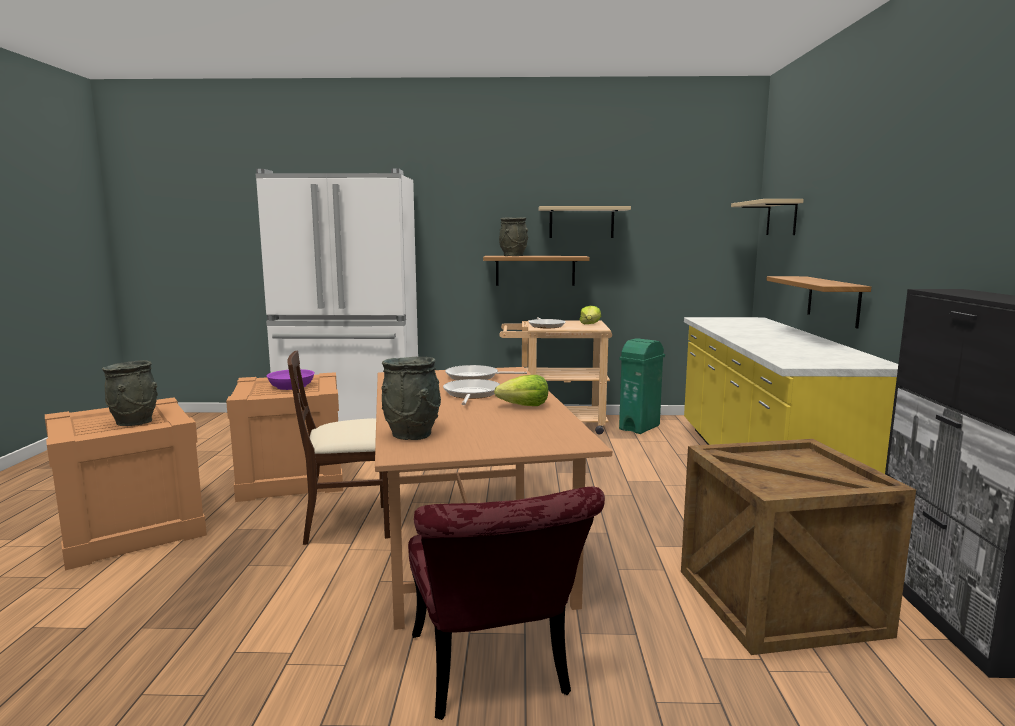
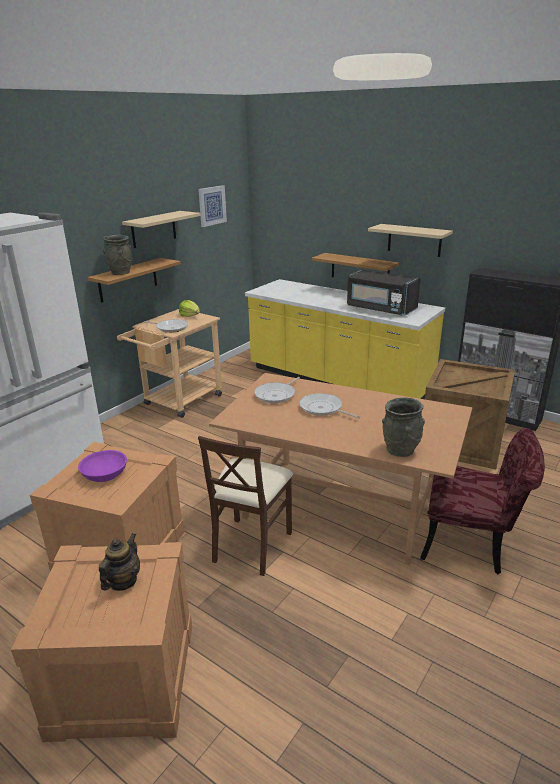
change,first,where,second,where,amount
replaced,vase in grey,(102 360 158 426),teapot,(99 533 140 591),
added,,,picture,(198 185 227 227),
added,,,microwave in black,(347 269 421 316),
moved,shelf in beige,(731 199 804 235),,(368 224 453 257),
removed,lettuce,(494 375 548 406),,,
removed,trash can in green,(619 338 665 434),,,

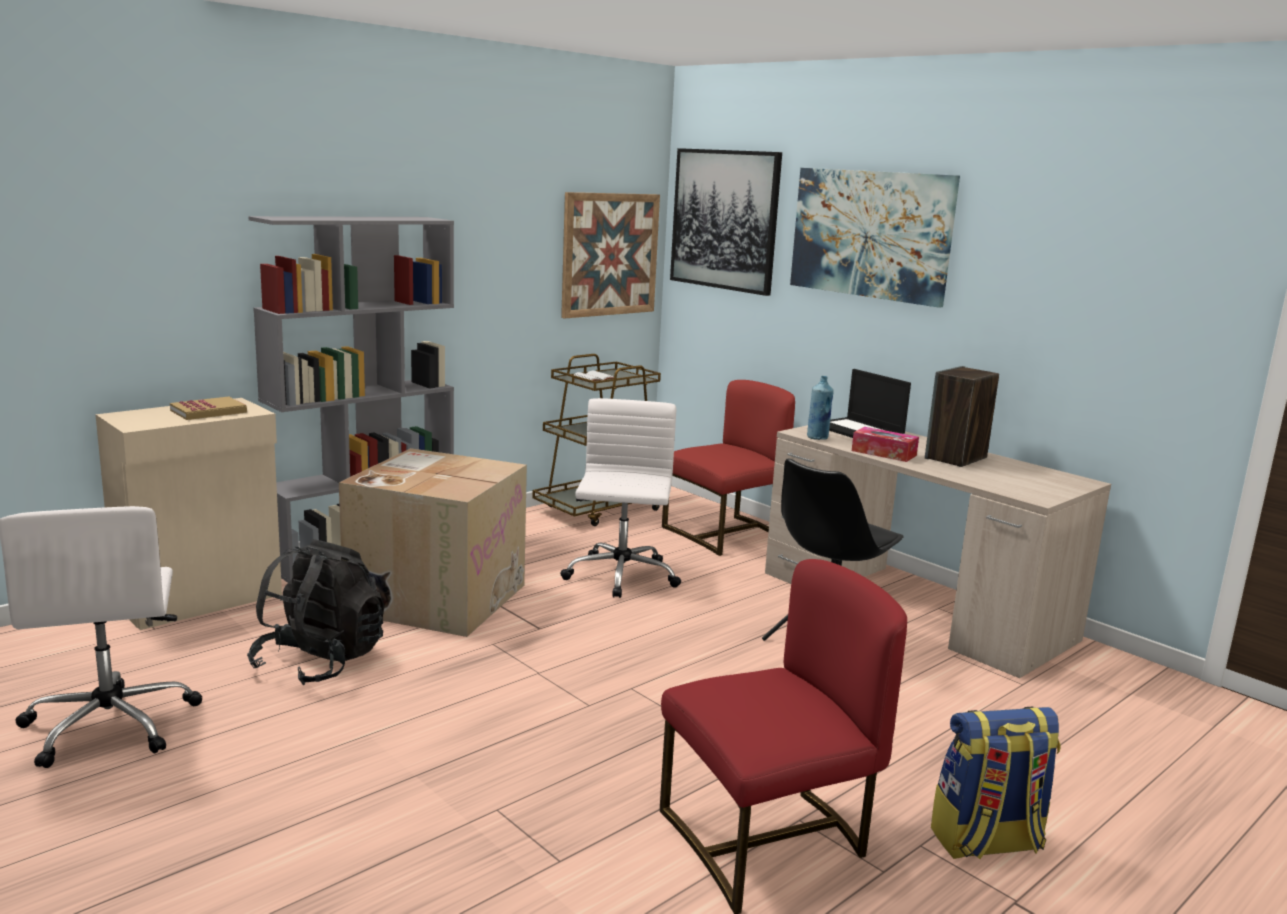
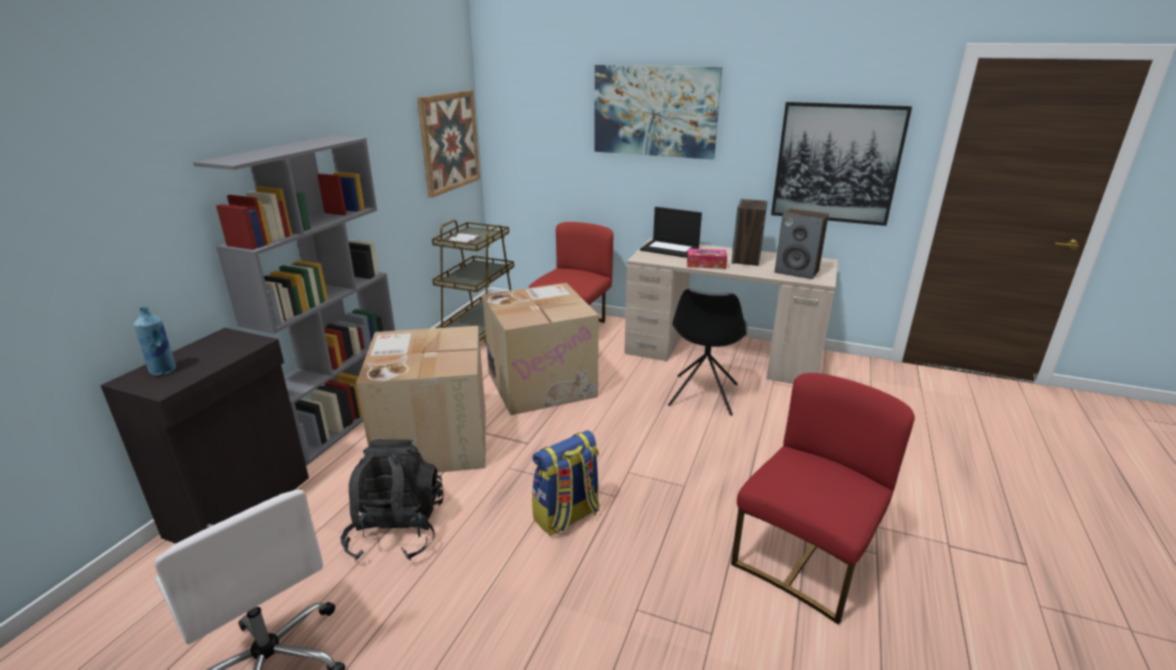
change,first,where,second,where,amount
recoloured,cabinet in beige,(95 398 282 630),cabinet in black,(100 328 309 544),
moved,bottle in blue,(807 376 834 440),,(134 307 176 376),
replaced,office chair in white,(560 398 681 598),cardboard box,(482 283 599 415),
moved,backpack,(931 707 1061 859),,(532 430 600 536),
moved,picture,(670 148 782 296),,(771 102 912 226),
added,,,speaker,(775 209 829 279),
removed,book,(170 397 247 420),,,

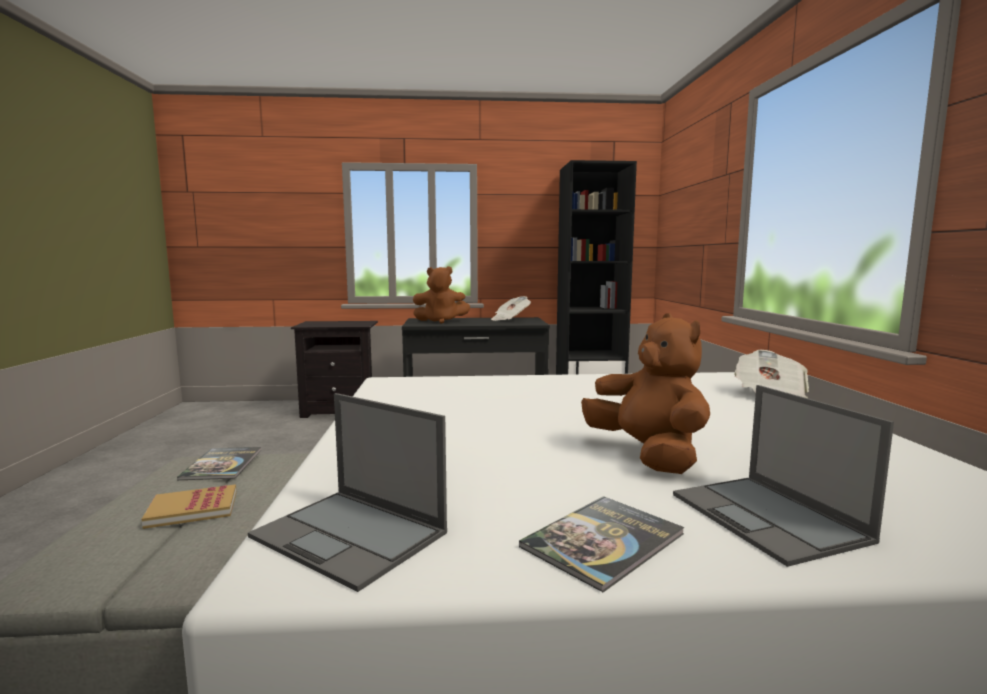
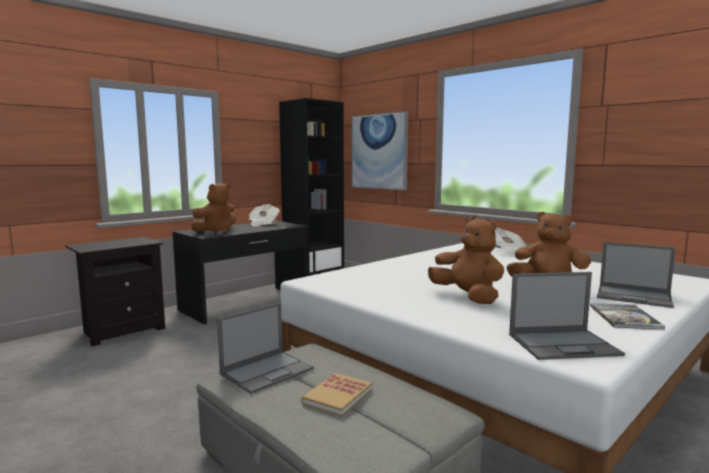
change,first,where,second,where,amount
replaced,book,(177 447 261 480),laptop,(217 302 314 394),
added,,,picture,(352 111 408 190),
added,,,plush toy in brown,(428 216 504 304),

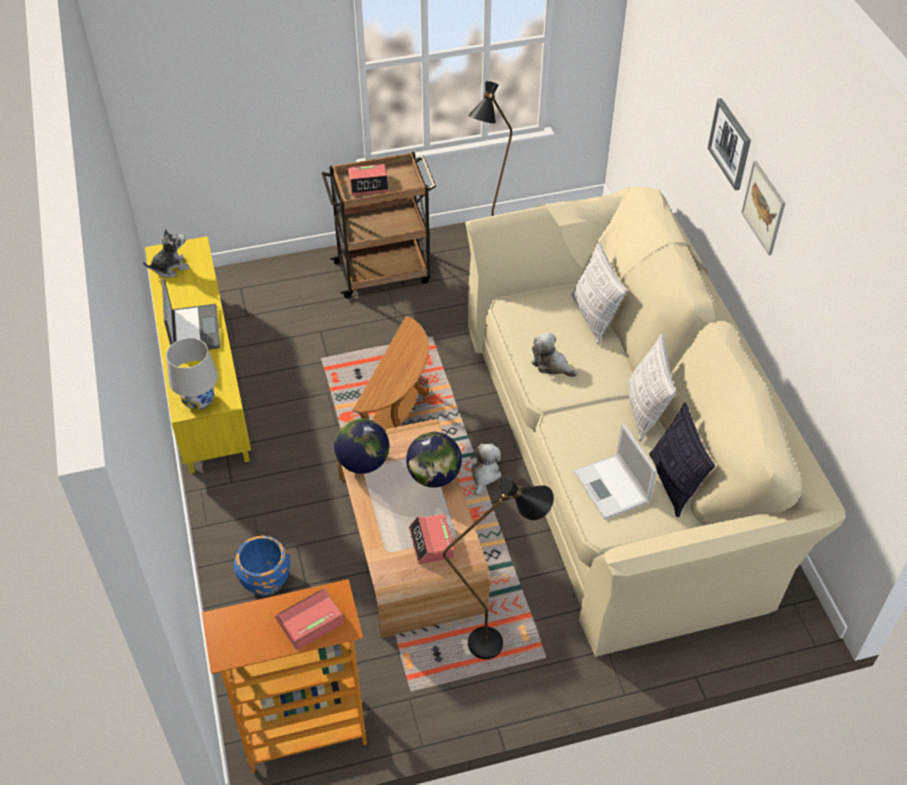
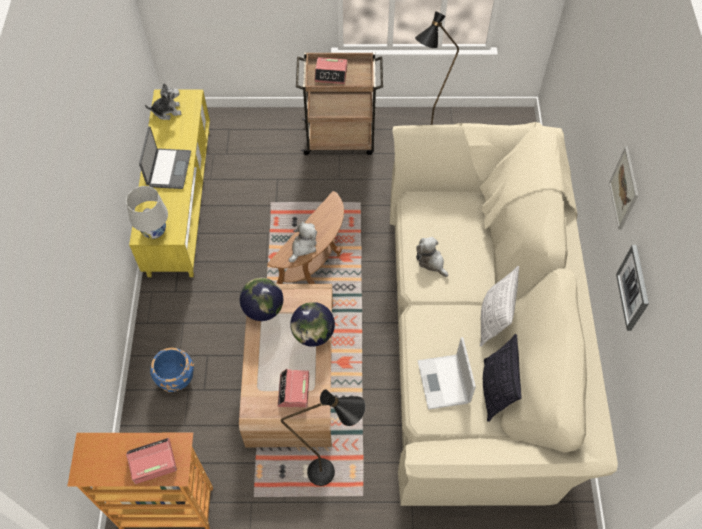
change,first,where,second,where,amount
moved,plush toy,(470 443 501 495),,(289 222 317 262),
moved,picture,(708 98 751 191),,(616 245 649 331),
removed,pillow,(571 242 627 344),,,

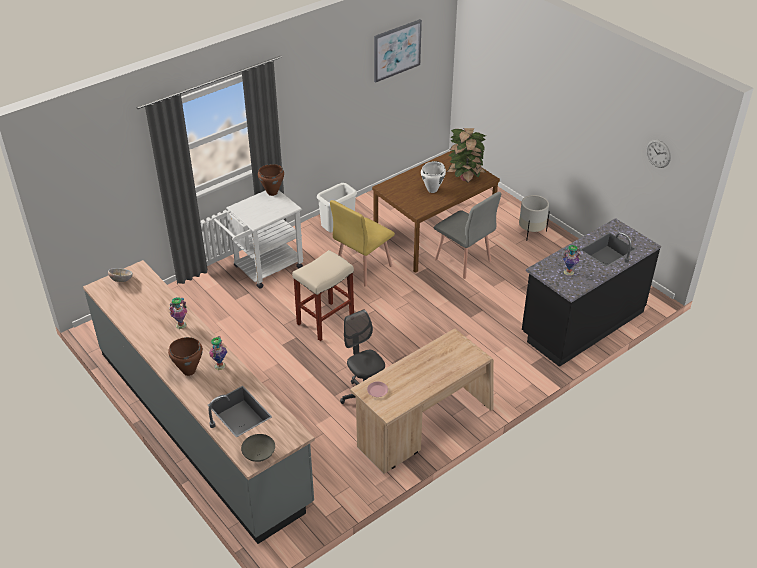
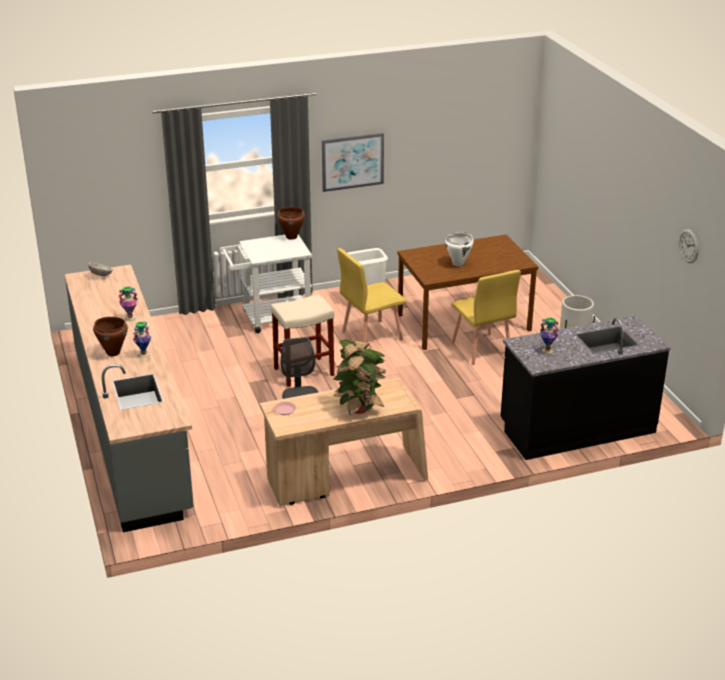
change,first,where,second,where,amount
moved,picture,(374 19 422 83),,(322 133 384 192),
moved,potted plant,(446 128 486 183),,(333 339 386 415),
recoloured,chair in grey,(434 192 501 279),chair in yellow,(451 270 521 365),
removed,bowl in grey,(241 434 275 462),,,

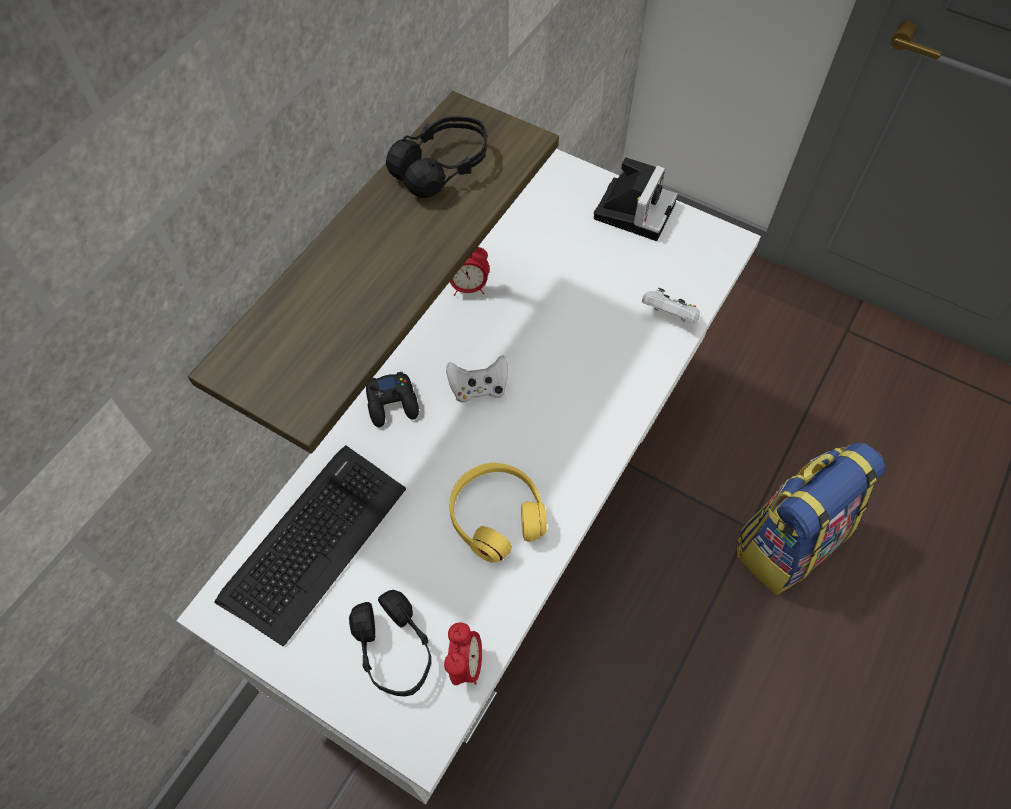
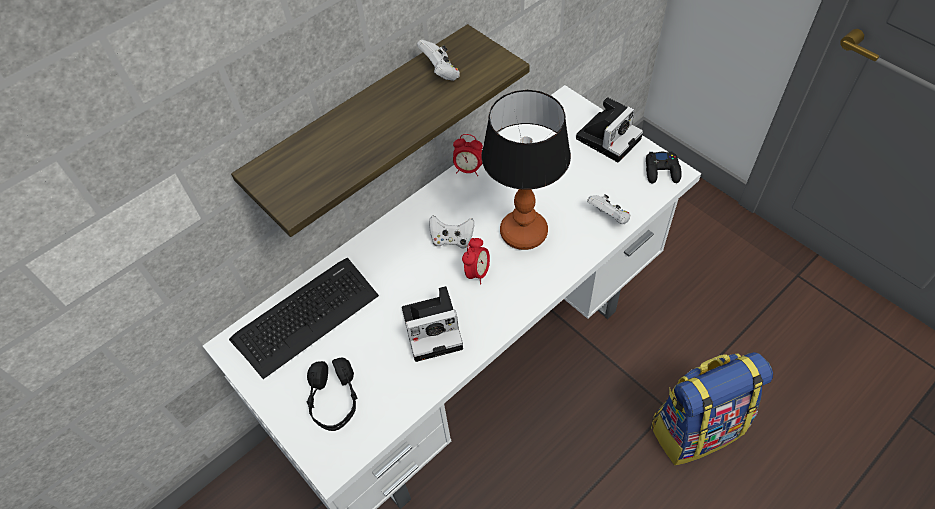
change,first,where,second,where,amount
replaced,headphones in yellow,(450 463 547 562),photo camera,(402 286 463 362),
replaced,headphones in black,(386 116 487 198),game controller in white,(417 40 460 81),
moved,alarm clock,(444 622 482 685),,(462 238 490 285),
added,,,table lamp,(481 90 571 250),
moved,game controller in black,(366 372 419 427),,(646 151 682 184),

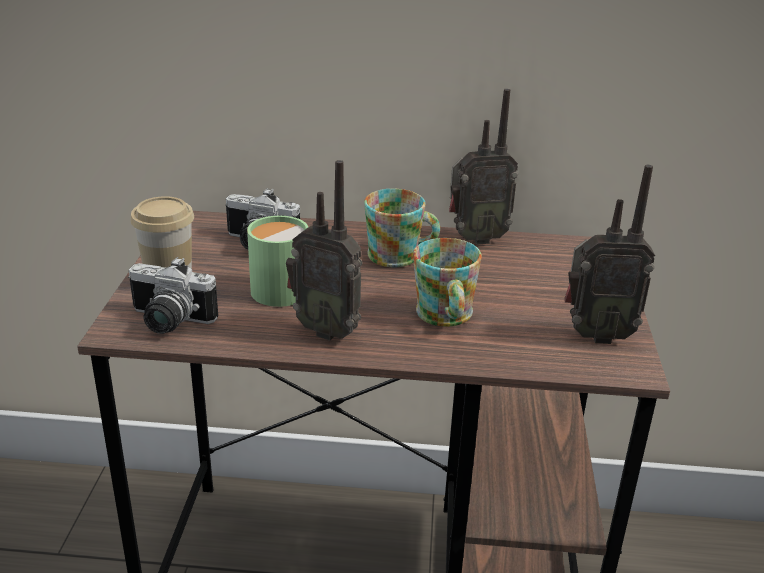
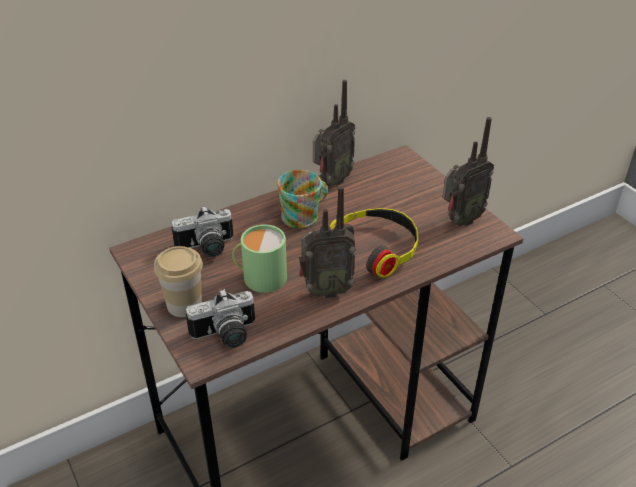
change,first,where,second,where,amount
replaced,mug,(413 238 482 327),headphones,(330 208 418 278),

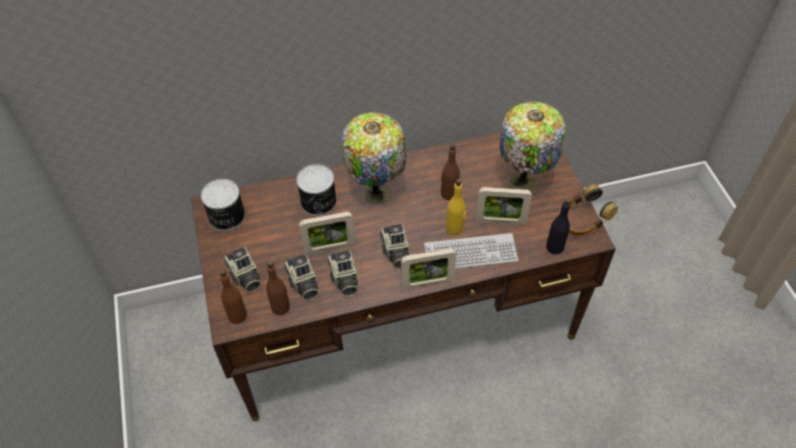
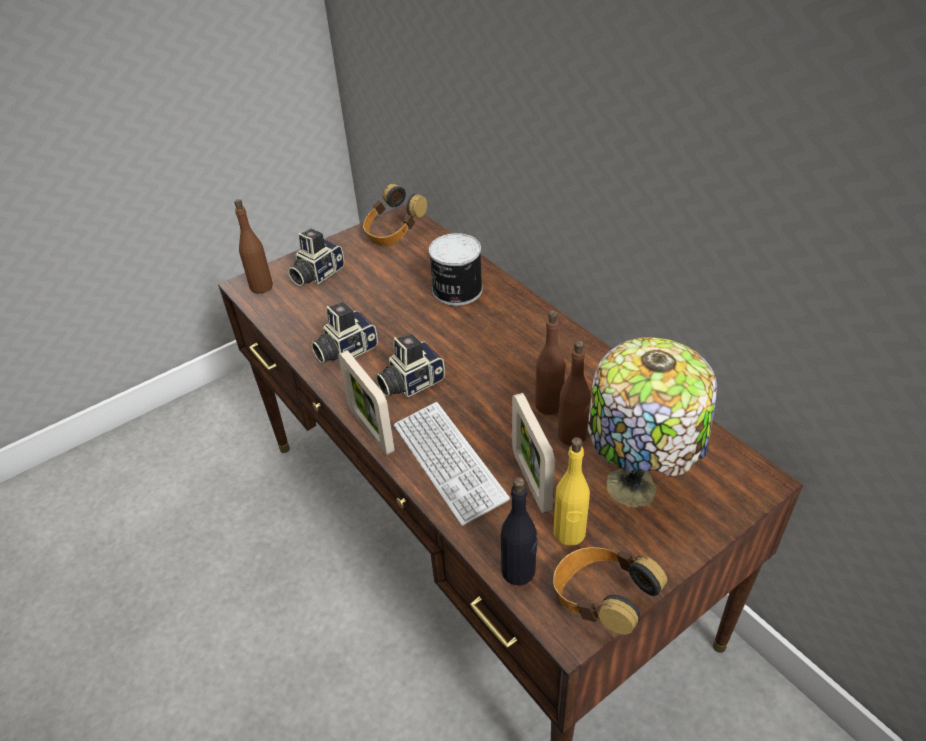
change,first,where,second,where,amount
replaced,can,(201 179 245 231),headphones,(363 184 427 246),
moved,bottle in yellow,(446 179 466 235),,(553 437 590 546),
moved,bottle in brown,(266 261 290 315),,(558 340 591 446),
removed,photo camera,(284 254 319 301),,,
removed,picture frame,(299 211 355 255),,,
removed,table lamp,(342 112 406 205),,,

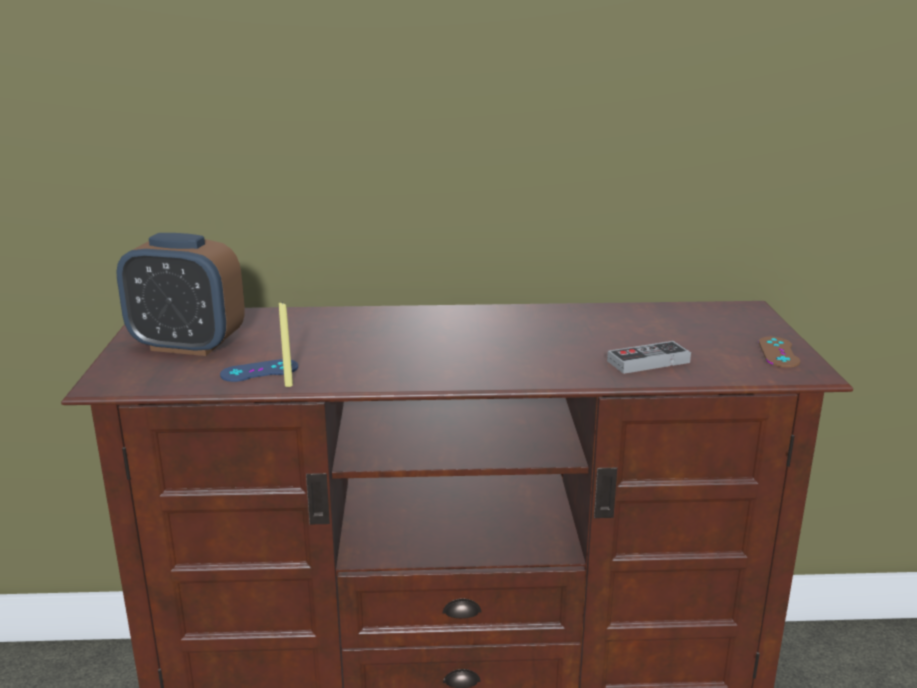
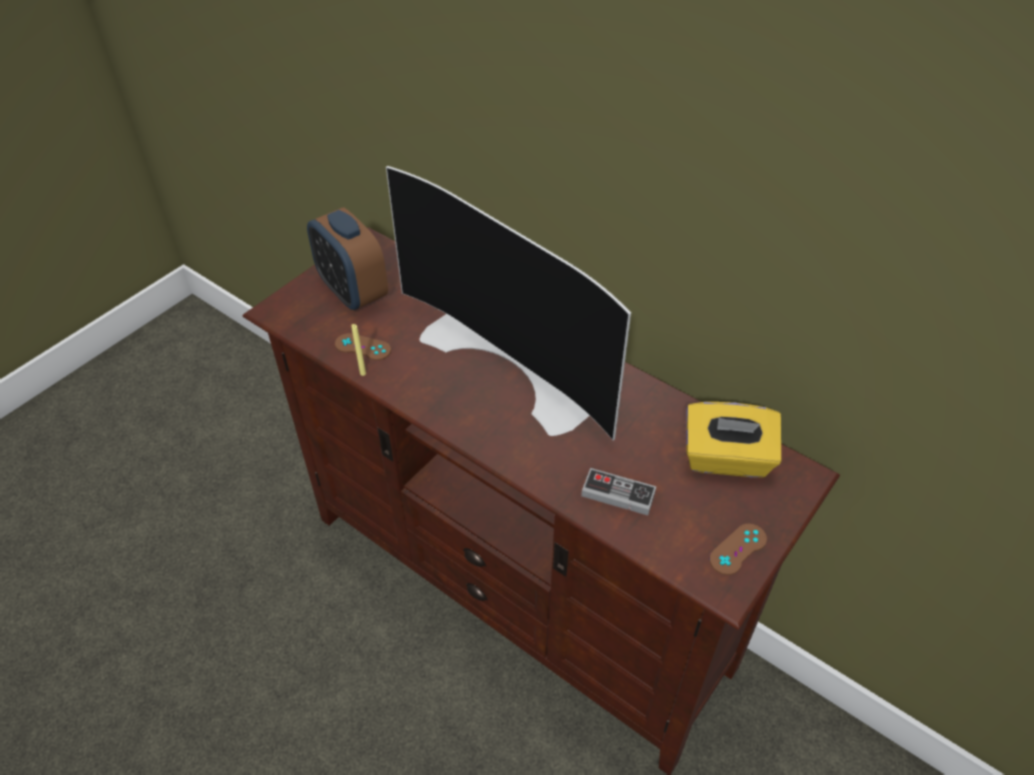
change,first,where,second,where,amount
recoloured,game controller in blue,(220 359 298 382),game controller in brown,(335 333 391 360),
added,,,television,(386 166 631 441),
added,,,tissue box in yellow,(686 402 781 478),

